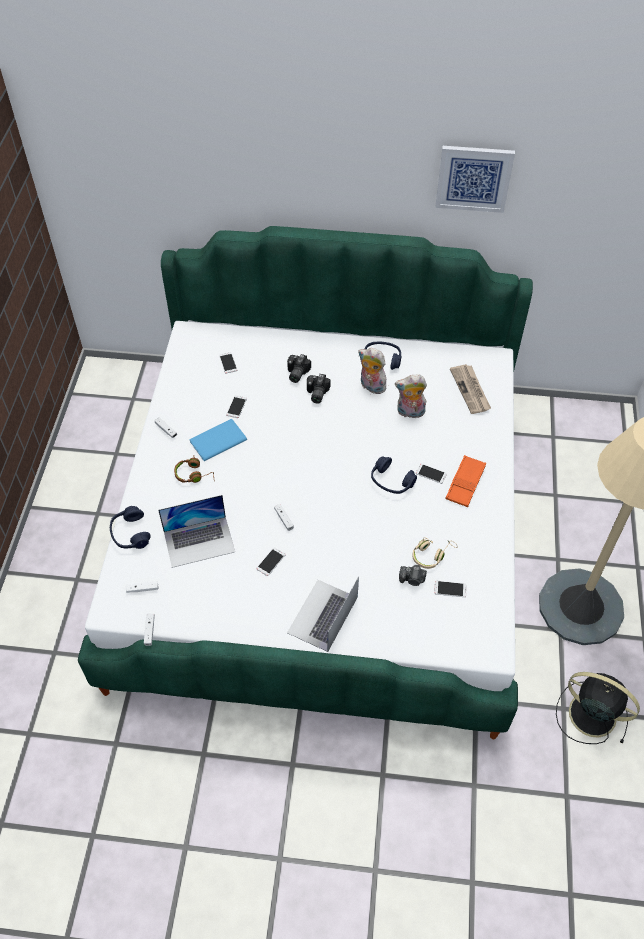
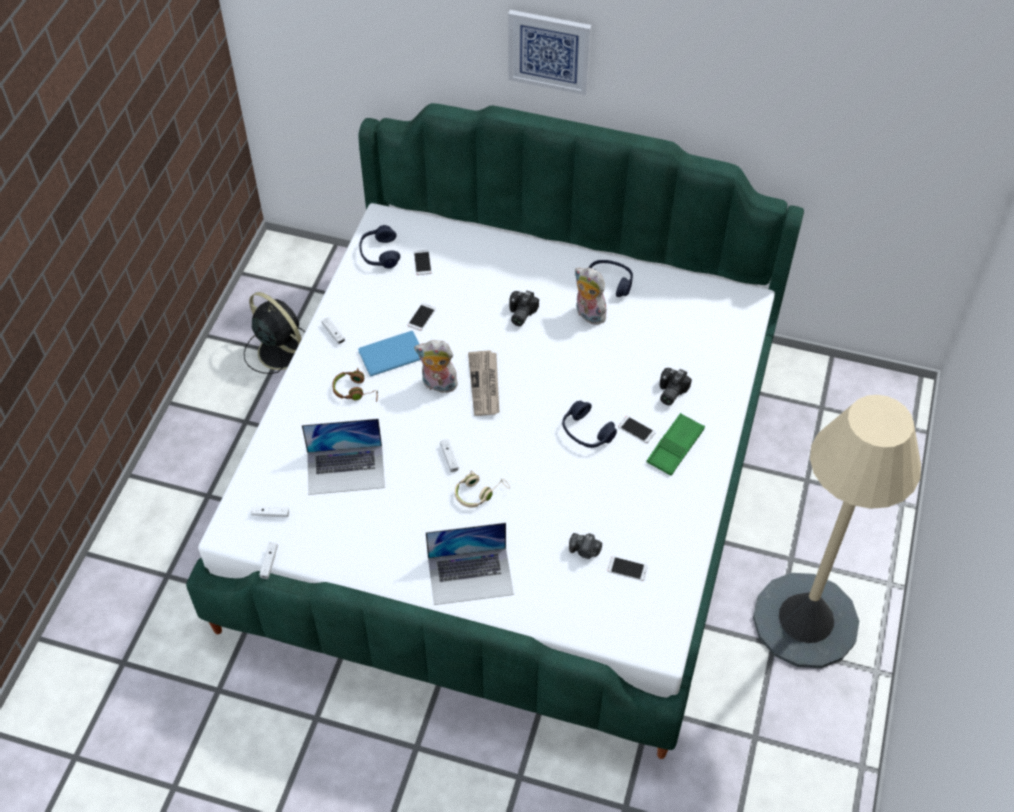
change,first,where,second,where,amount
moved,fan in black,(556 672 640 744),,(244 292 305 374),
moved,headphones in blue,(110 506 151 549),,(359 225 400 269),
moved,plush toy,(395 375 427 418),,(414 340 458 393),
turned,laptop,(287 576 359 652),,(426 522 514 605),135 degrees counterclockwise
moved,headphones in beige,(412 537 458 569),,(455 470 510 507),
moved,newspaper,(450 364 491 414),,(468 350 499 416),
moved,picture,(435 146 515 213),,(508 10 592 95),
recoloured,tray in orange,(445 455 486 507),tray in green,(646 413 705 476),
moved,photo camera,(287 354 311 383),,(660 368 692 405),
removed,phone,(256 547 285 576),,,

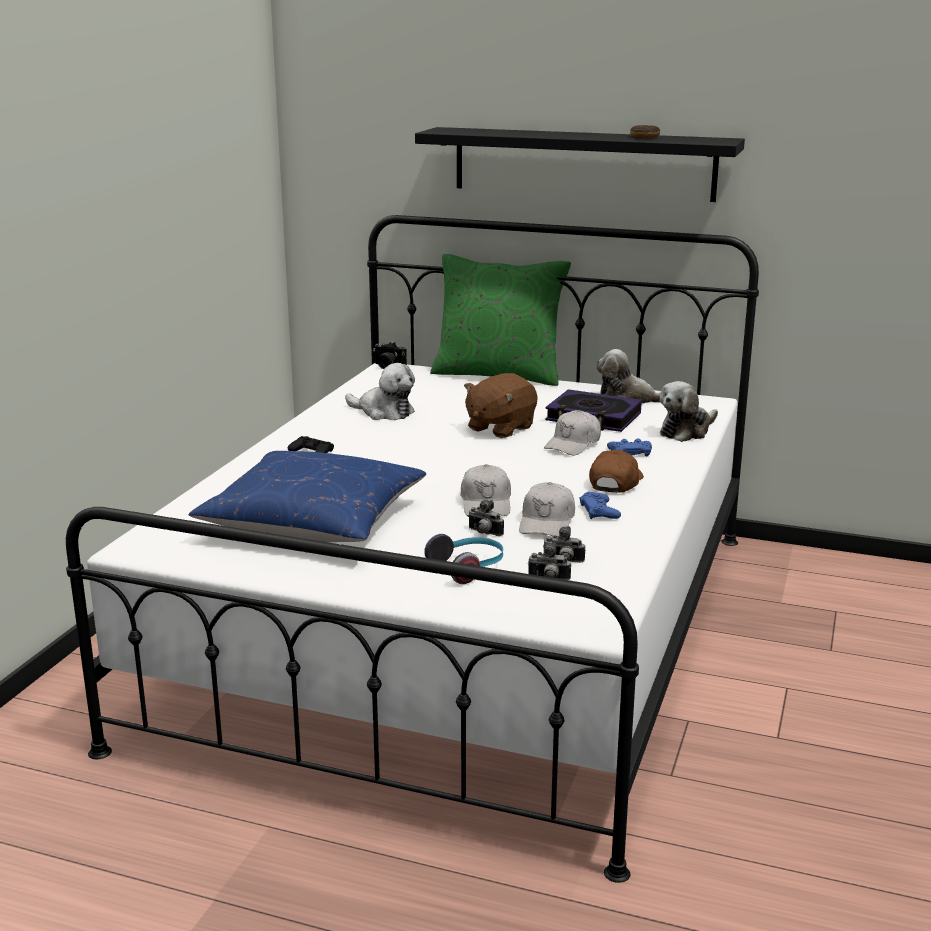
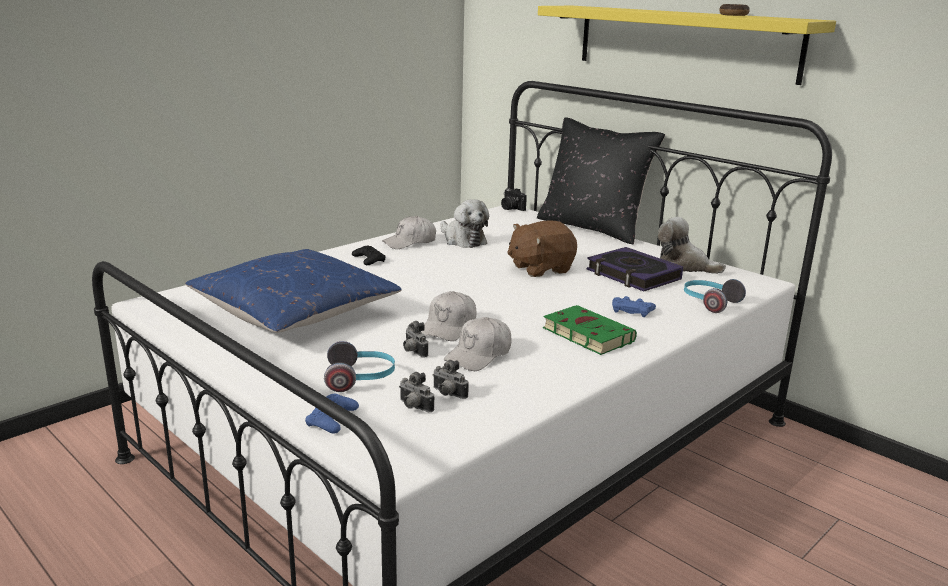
change,first,where,second,where,amount
moved,game controller in blue,(580 492 621 519),,(305 394 359 434),
moved,cap in white,(544 410 601 455),,(382 216 436 249),
recoloured,pillow in green,(430 254 571 386),pillow in black,(537 118 665 244),
recoloured,shelf in black,(415 127 745 202),shelf in yellow,(538 6 836 85),
replaced,cap in brown,(589 450 644 493),book in green,(543 305 637 355),
replaced,plush toy,(659 381 718 442),headphones,(684 279 746 313),

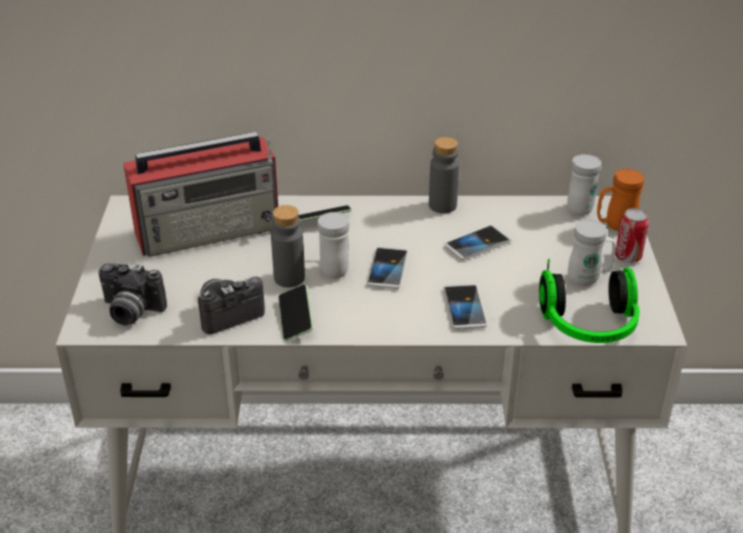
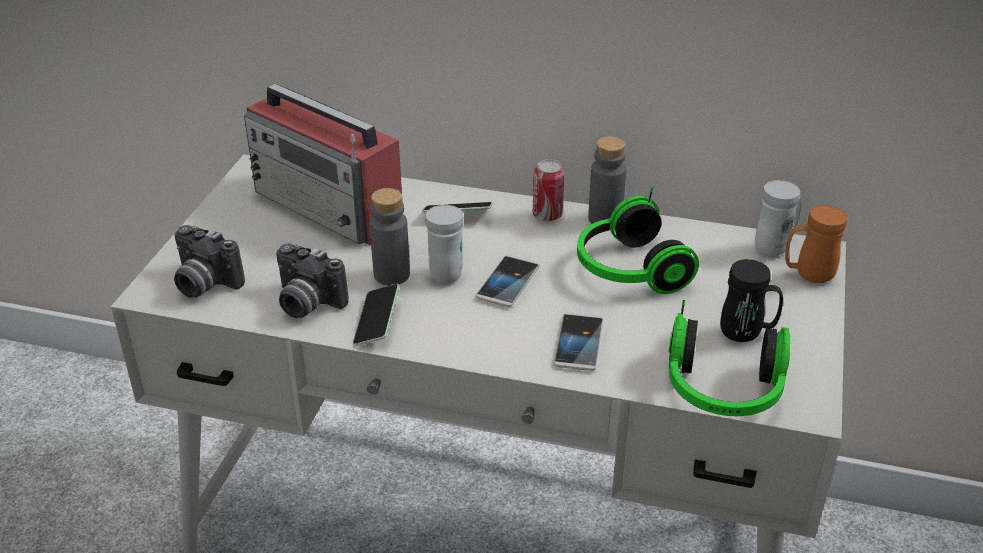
change,first,where,second,where,amount
turned,radio,(123 132 278 257),,(244 84 402 245),45 degrees clockwise
turned,photo camera,(198 276 265 334),,(276 243 349 318),135 degrees counterclockwise
moved,can,(615 208 649 263),,(533 159 565 221),
replaced,phone,(445 225 511 260),headphones,(577 187 699 294),
recoloured,mug in white,(568 220 616 286),mug in black,(720 259 783 342),

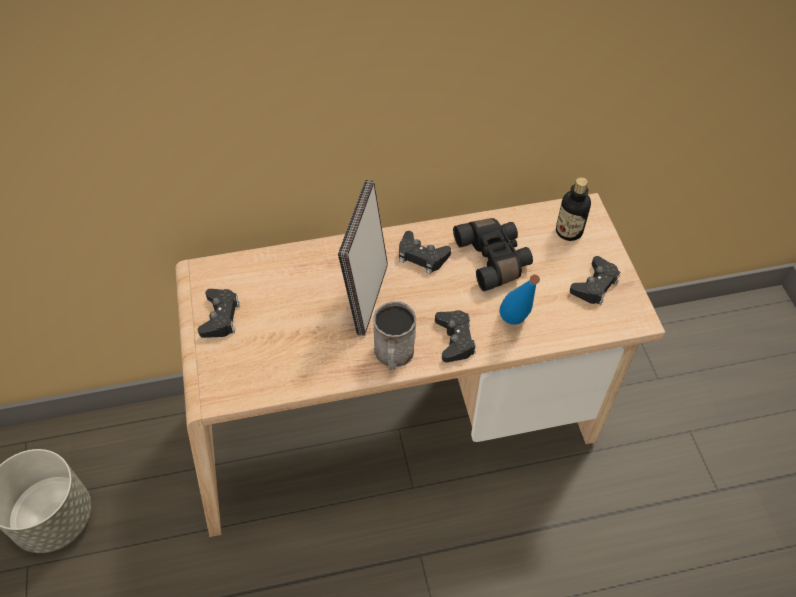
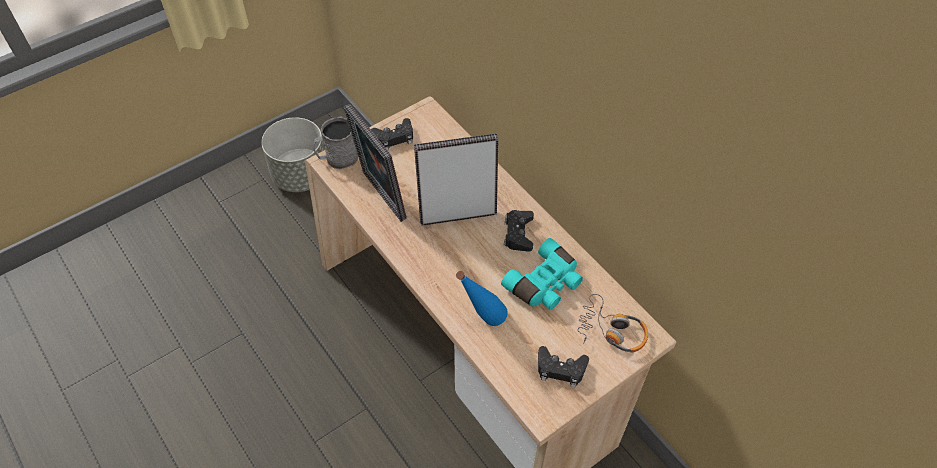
change,first,where,second,where,amount
moved,mug in grey,(373 301 416 370),,(313 116 358 169),
added,,,picture frame,(344 104 407 222),
recoloured,binoculars in black,(453 218 533 291),binoculars in turquoise,(501 238 583 310),
replaced,bottle,(556 177 591 241),headphones,(578 294 648 353),
removed,game controller in black,(435 310 476 362),,,

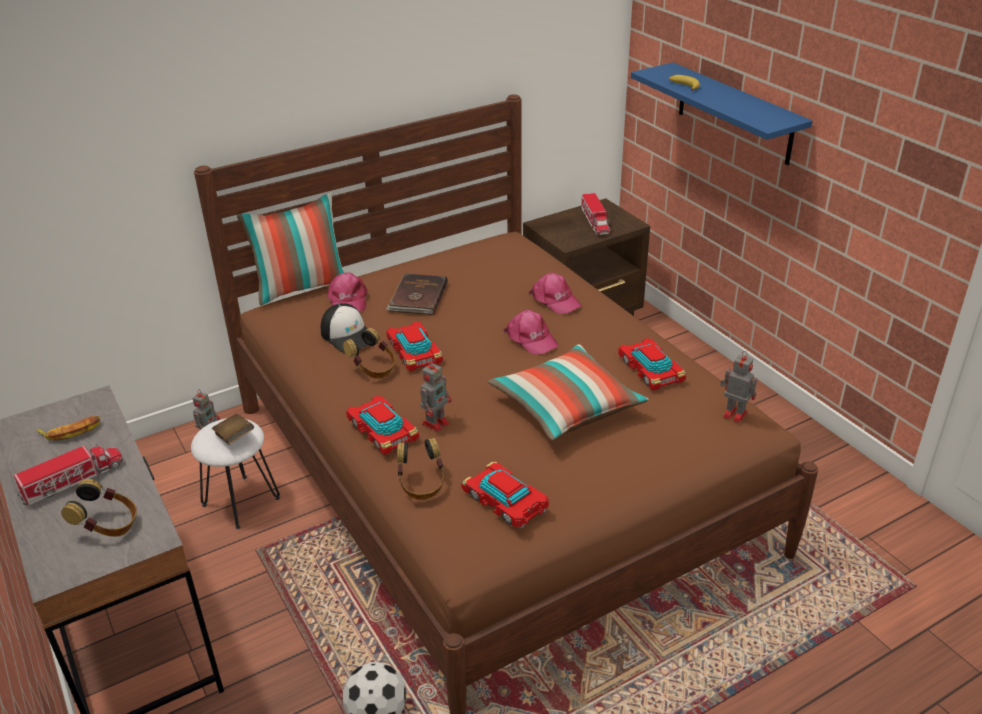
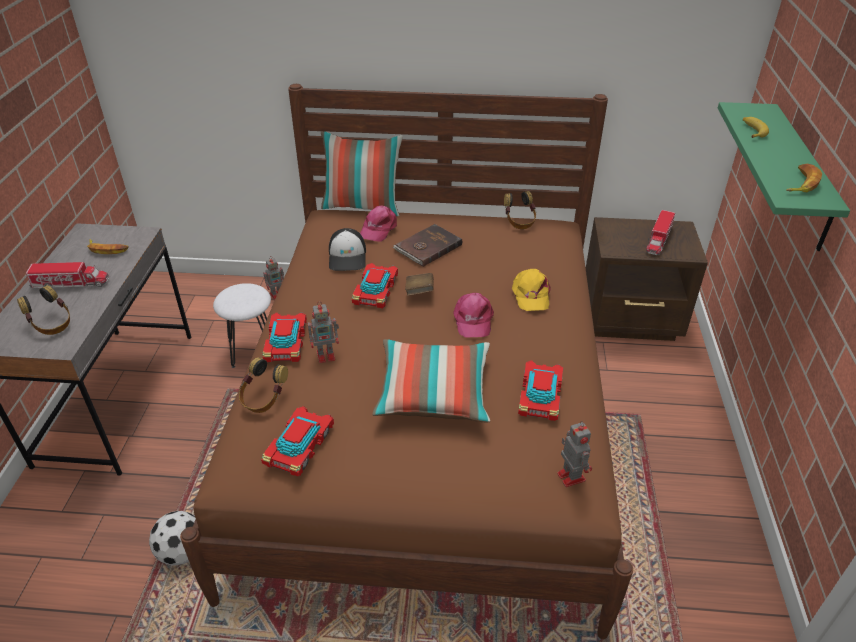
change,first,where,second,where,amount
turned,toy car,(461 462 549 528),,(261 406 334 477),150 degrees counterclockwise
moved,book in brown,(212 414 254 445),,(405 273 434 296),
moved,headphones,(343 328 396 379),,(504 191 536 229),
recoloured,cap in pink,(529 272 581 314),cap in yellow,(512 269 551 311),
recoloured,shelf in blue,(631 62 813 165),shelf in green,(718 102 850 251),
added,,,banana,(786 164 822 192),

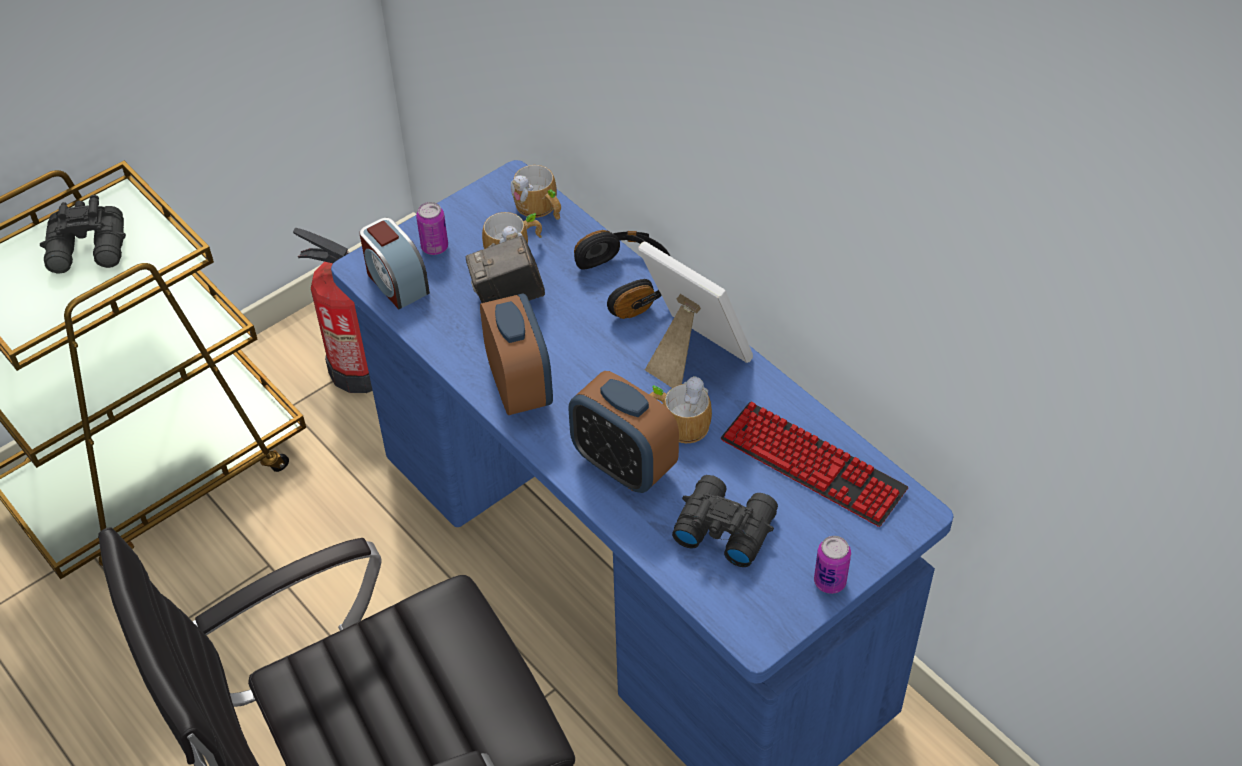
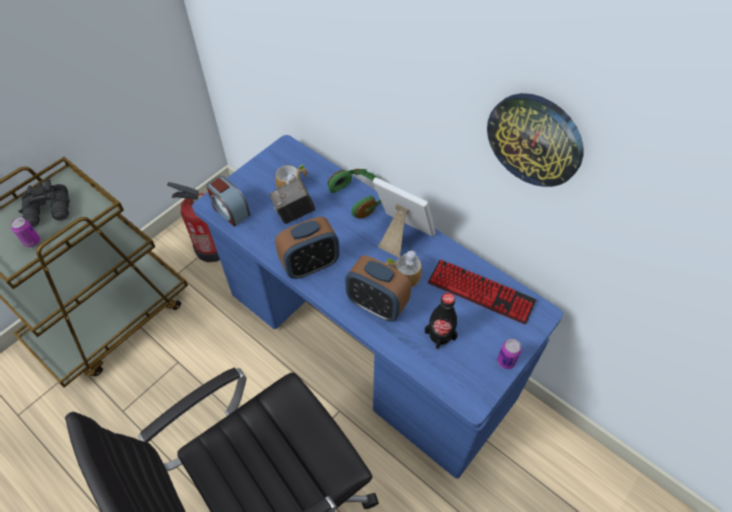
change,first,where,second,where,amount
moved,can,(416 202 448 255),,(11 217 40 247),
turned,alarm clock,(480 294 553 415),,(275 217 340 279),90 degrees clockwise
recoloured,headphones in black,(574 230 671 319),headphones in green,(328 169 381 219),
replaced,binoculars in black,(672 475 778 567),bottle in black,(425 293 458 350),
added,,,wall clock,(487 93 583 187),
removed,mug,(511 165 561 220),,,

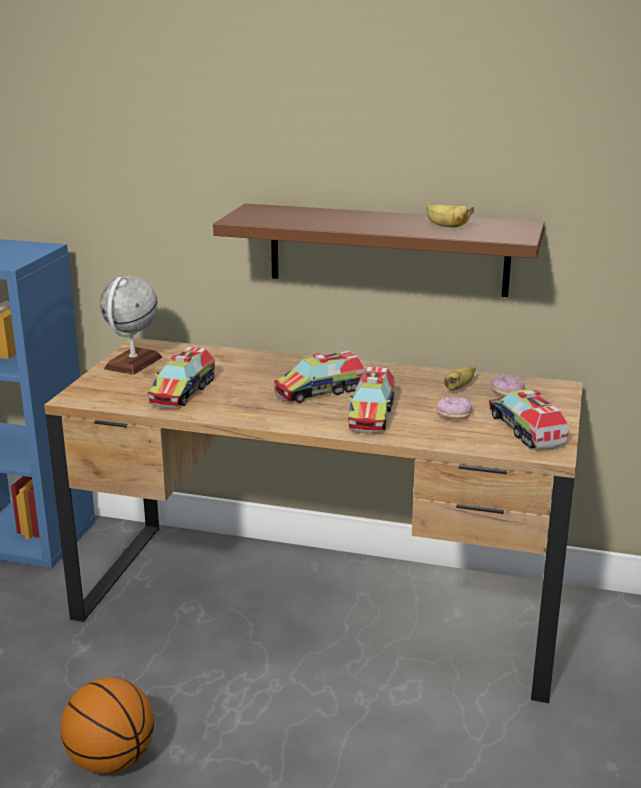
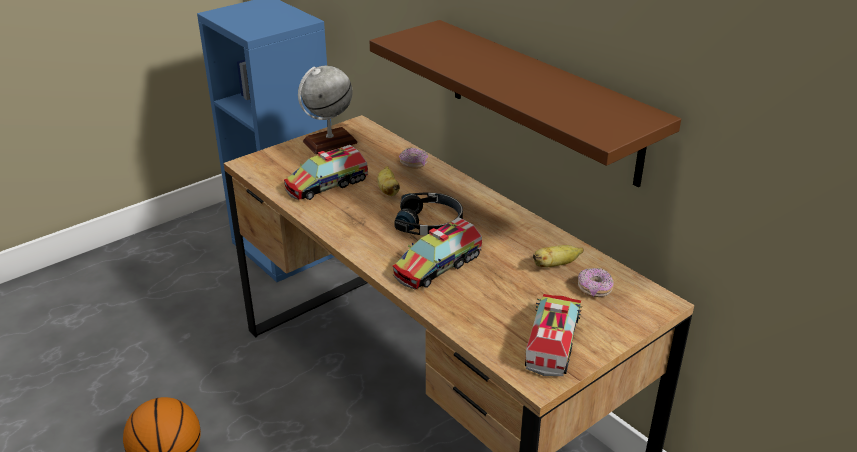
change,first,where,second,where,amount
moved,banana,(426 205 474 227),,(377 166 400 196),
replaced,toy truck,(274 350 366 403),headphones in black,(394 193 463 236),
moved,donut,(437 397 472 419),,(399 147 428 169),

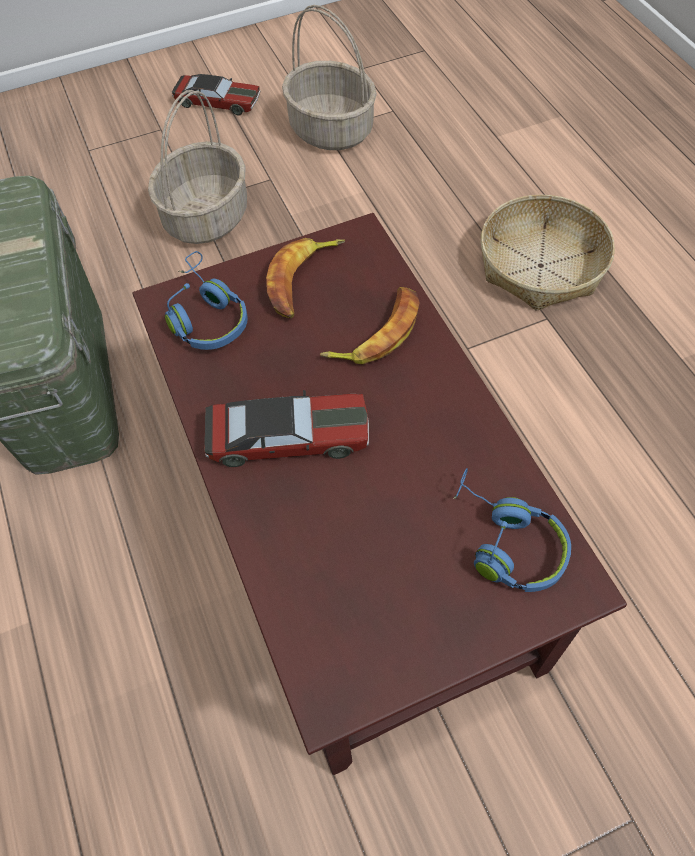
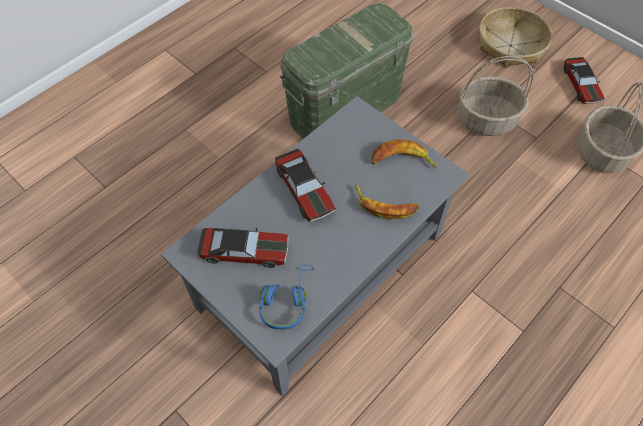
change,first,where,second,where,amount
recoloured,coffee table in brown,(133 213 627 775),coffee table in grey,(161 96 470 396),
added,,,toy car,(197 228 288 268),
moved,basket,(480 195 615 311),,(479 7 552 68),
removed,headphones in blue,(165 251 248 350),,,

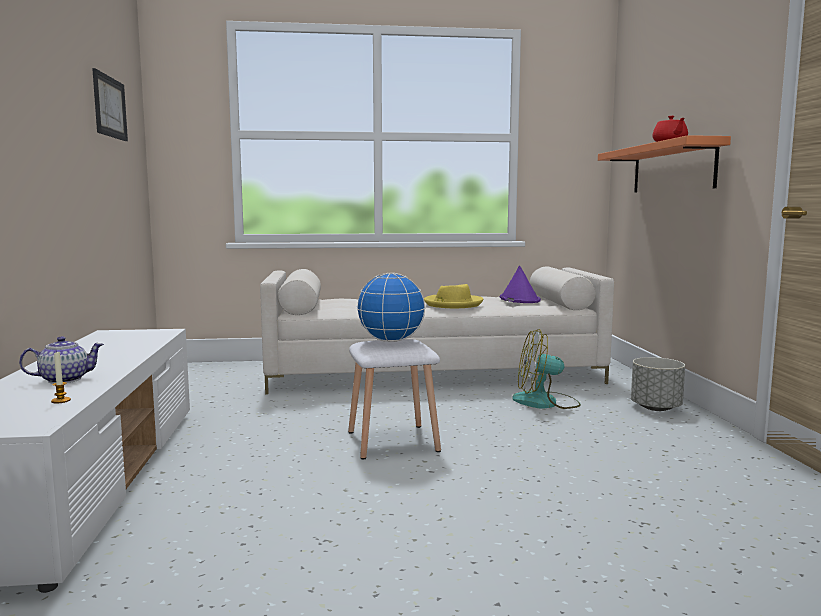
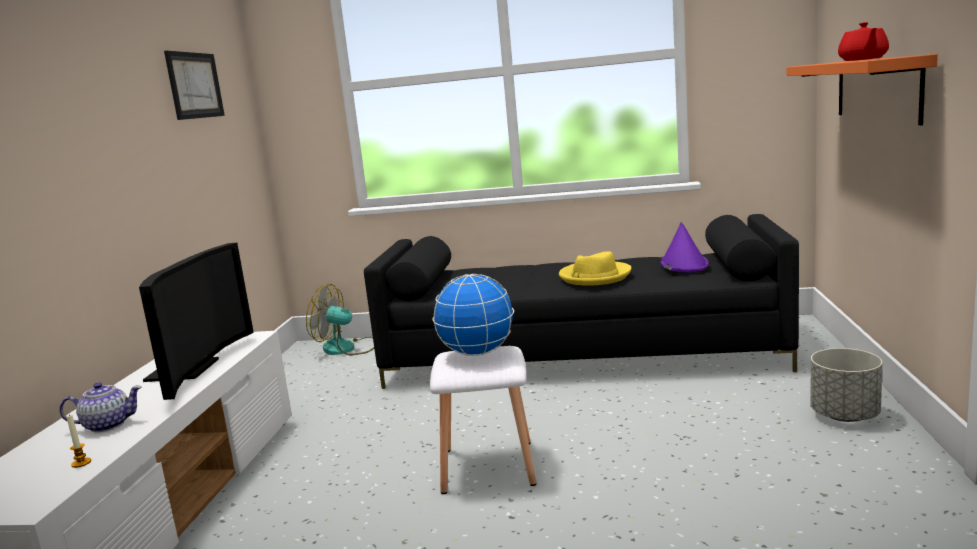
change,first,where,second,where,amount
added,,,television,(139 243 254 400),
moved,fan,(513 329 581 409),,(306 284 374 355),
recoloured,sofa in beige,(260 266 614 395),sofa in black,(364 214 799 389),

